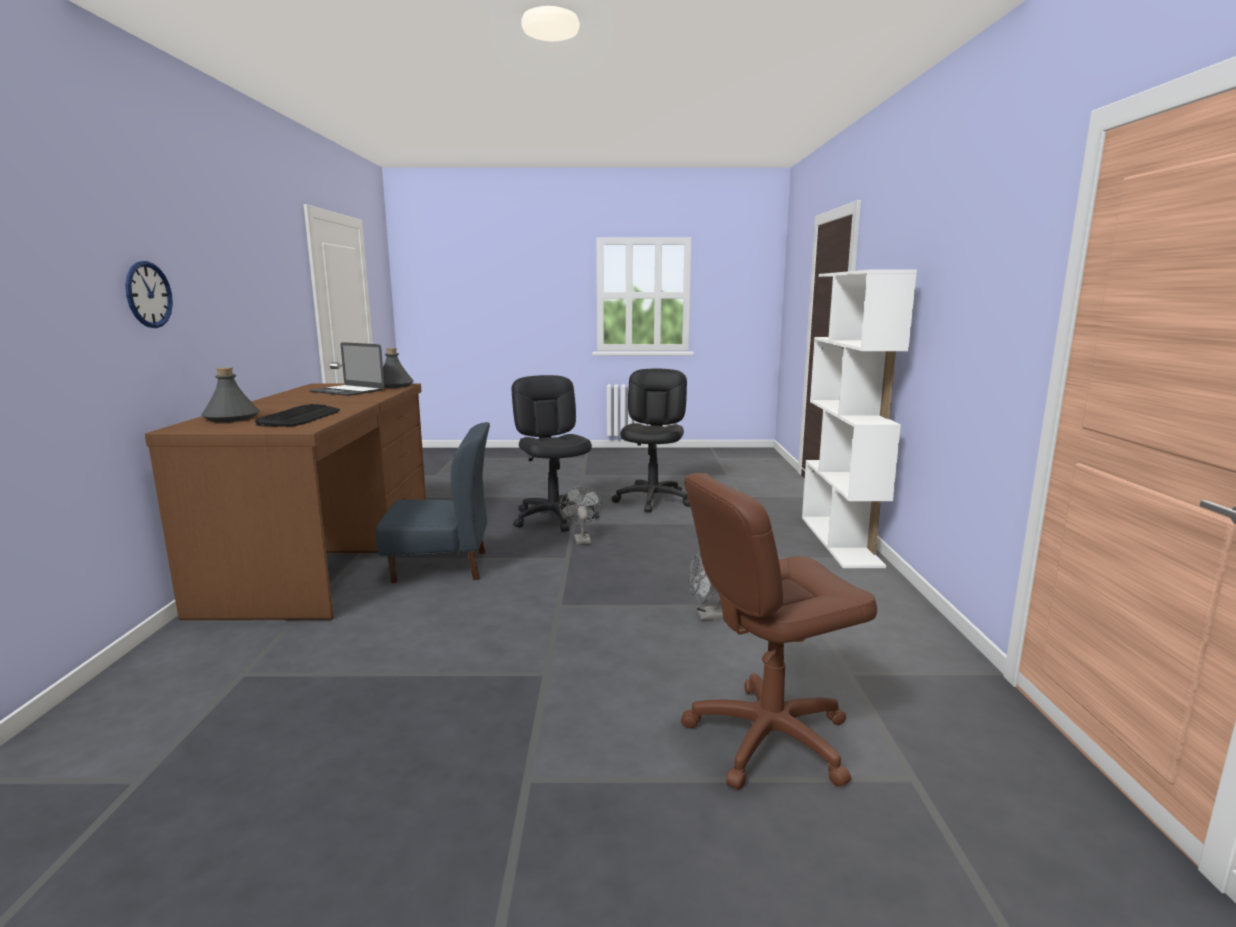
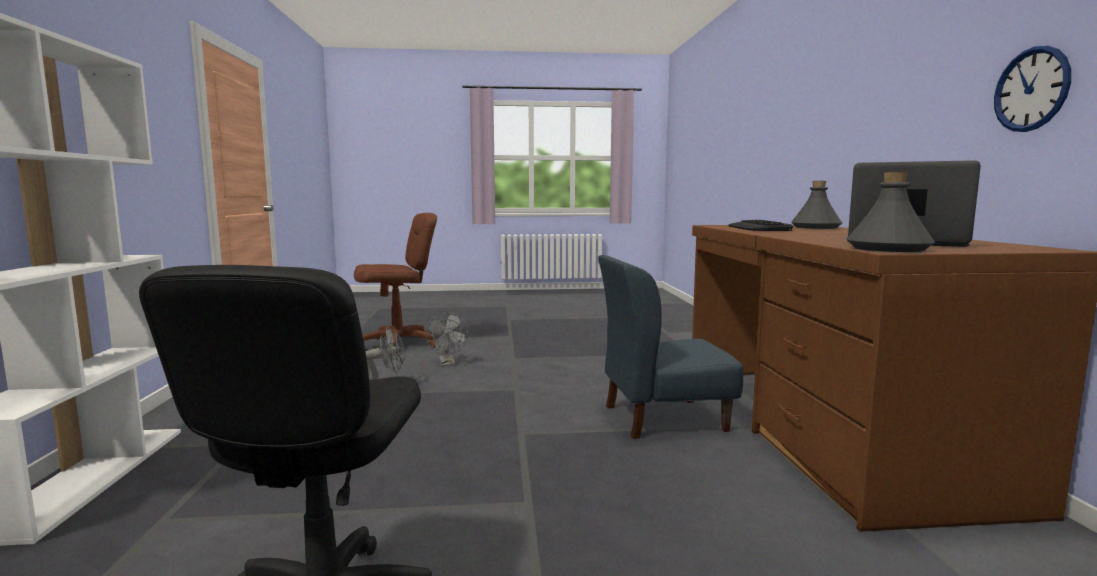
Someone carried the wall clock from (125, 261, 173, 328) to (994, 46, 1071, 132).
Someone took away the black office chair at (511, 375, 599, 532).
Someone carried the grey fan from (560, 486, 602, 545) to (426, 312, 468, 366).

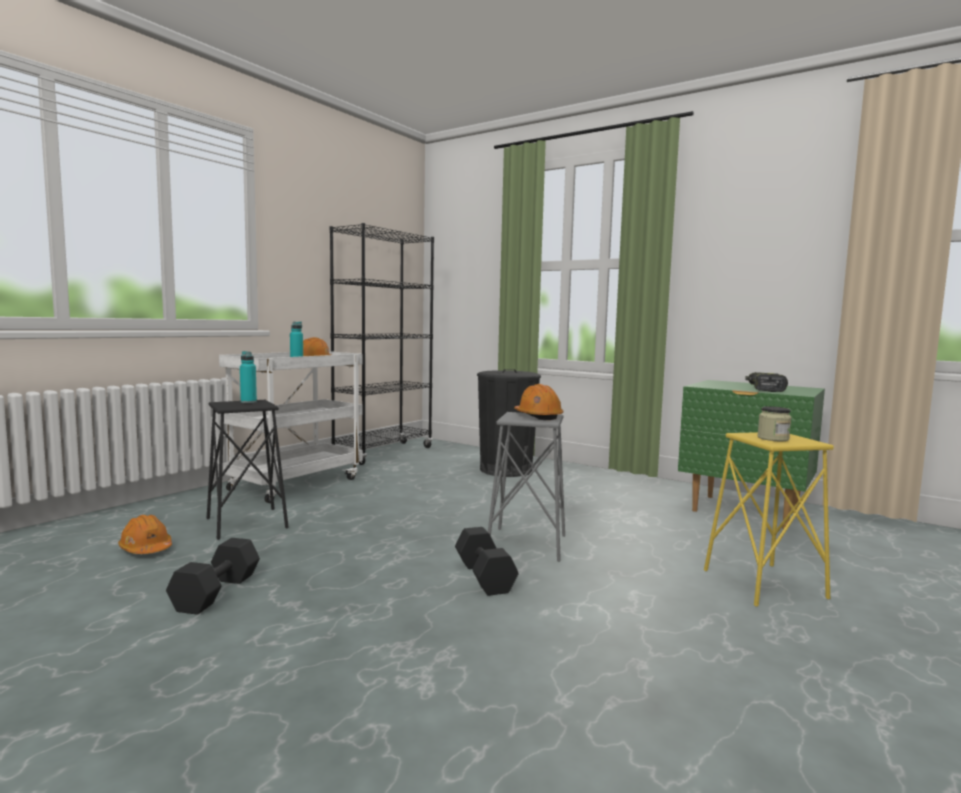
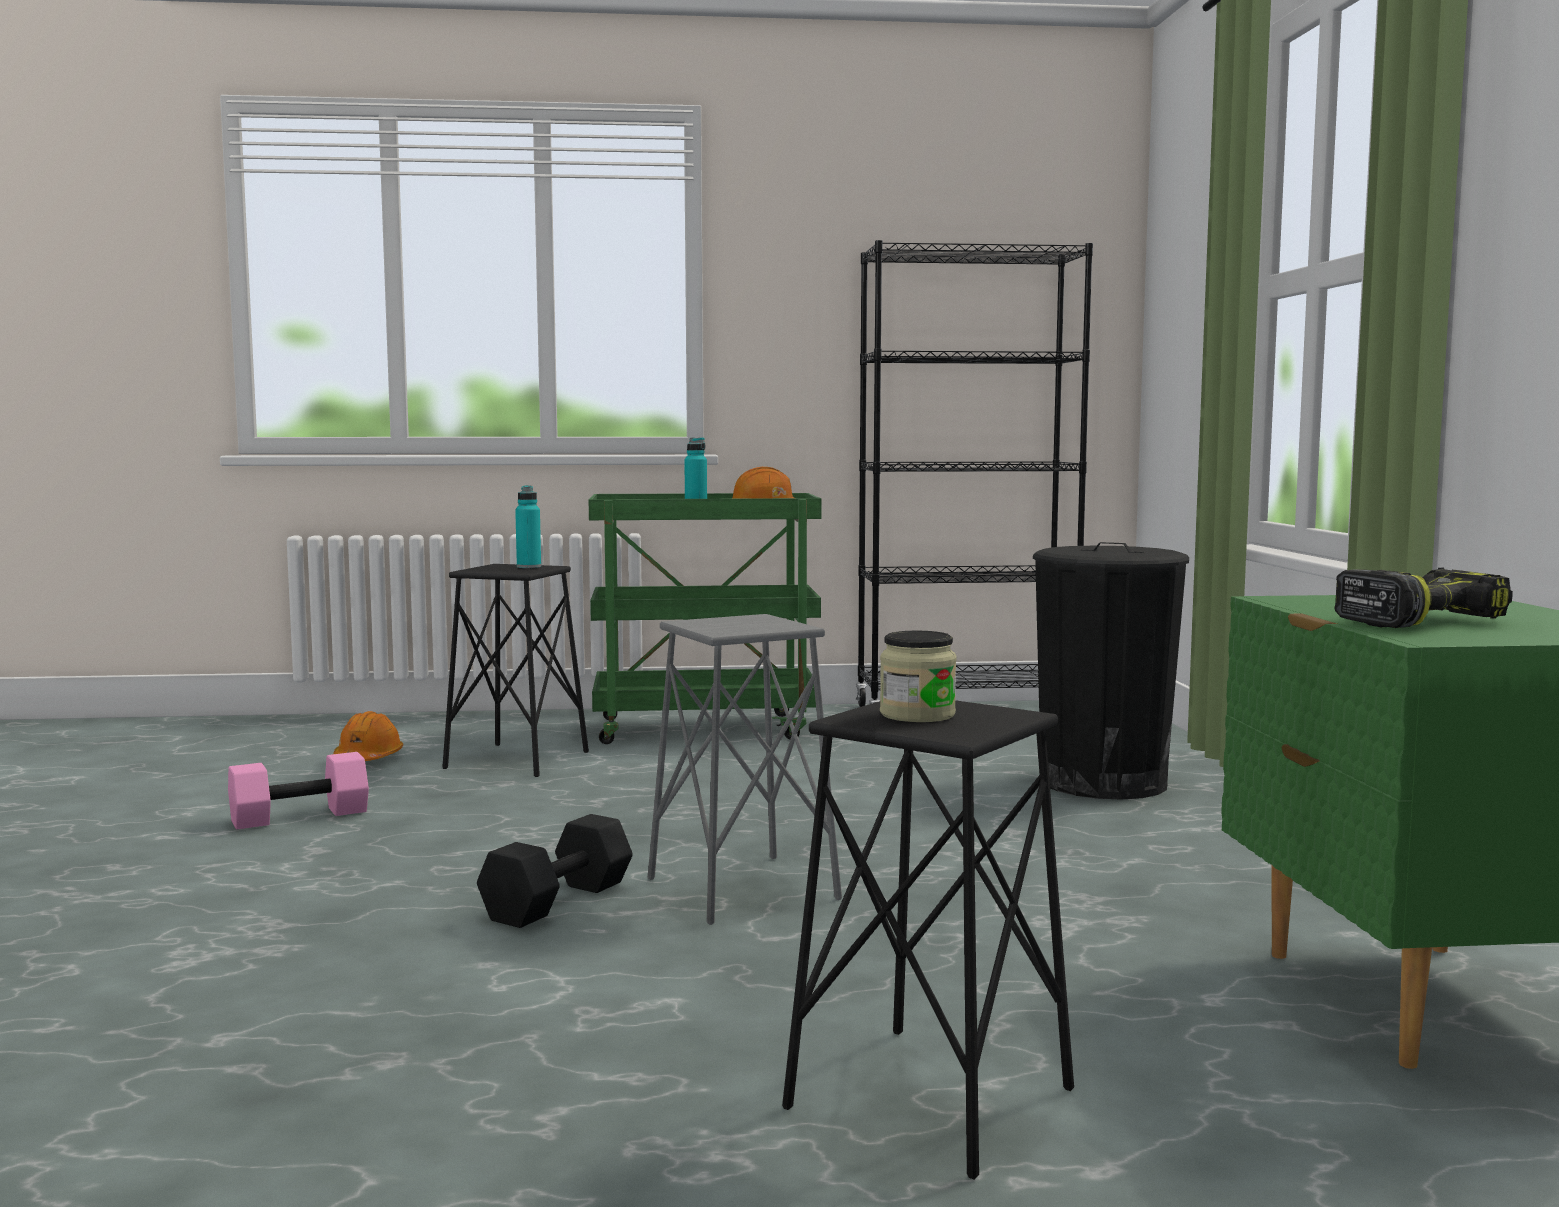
Someone repainted the black dumbbell at (166, 538, 260, 615), which became the pink dumbbell at (228, 752, 369, 829).
Someone repainted the white cart at (219, 351, 363, 503), which became the green cart at (589, 493, 821, 744).
Someone took away the orange hard hat at (514, 384, 563, 420).
Someone repainted the yellow stool at (704, 432, 834, 607), which became the black stool at (782, 700, 1074, 1179).

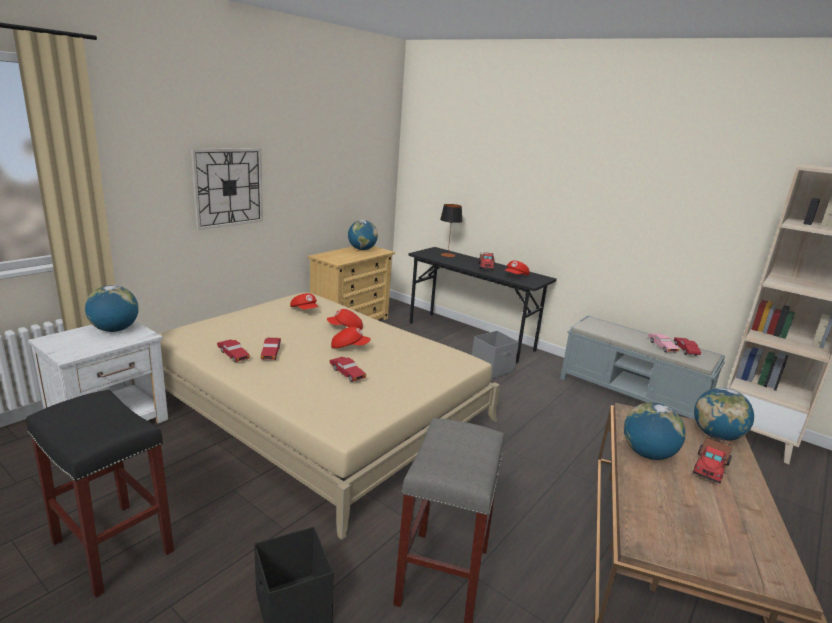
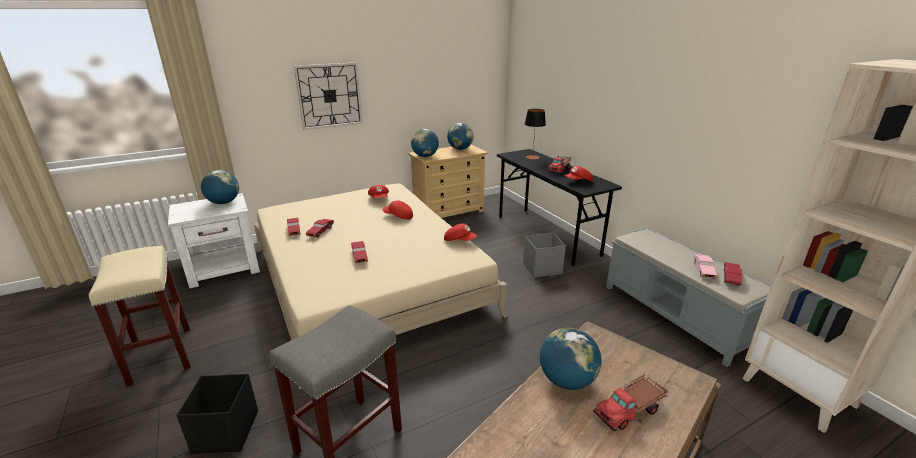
Someone repainted the black stool at (26, 389, 174, 598), which became the beige stool at (89, 246, 191, 387).
Someone carried the red cap from (331, 327, 371, 348) to (444, 223, 477, 241).
Someone carried the globe from (694, 388, 754, 441) to (411, 129, 439, 157).

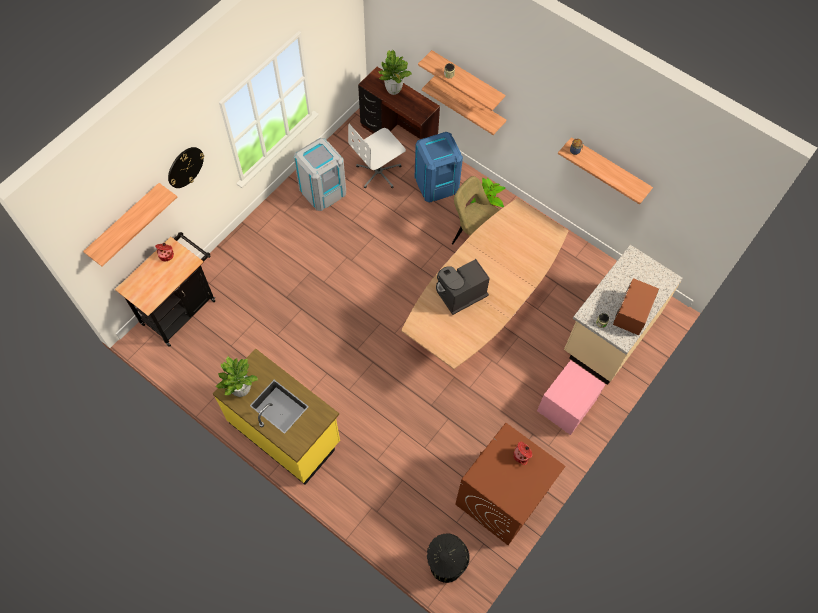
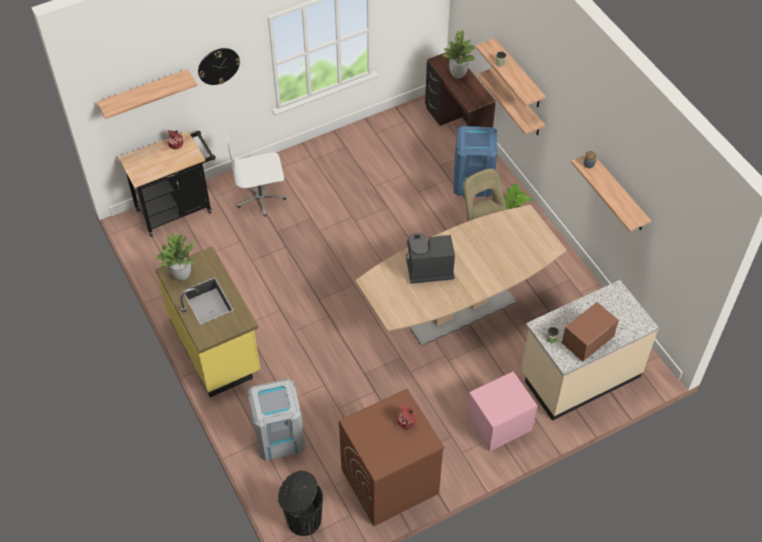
Someone carried the grey trash can from (294, 138, 346, 211) to (247, 379, 305, 461).
Someone carried the white office chair from (348, 124, 406, 188) to (227, 132, 286, 217).

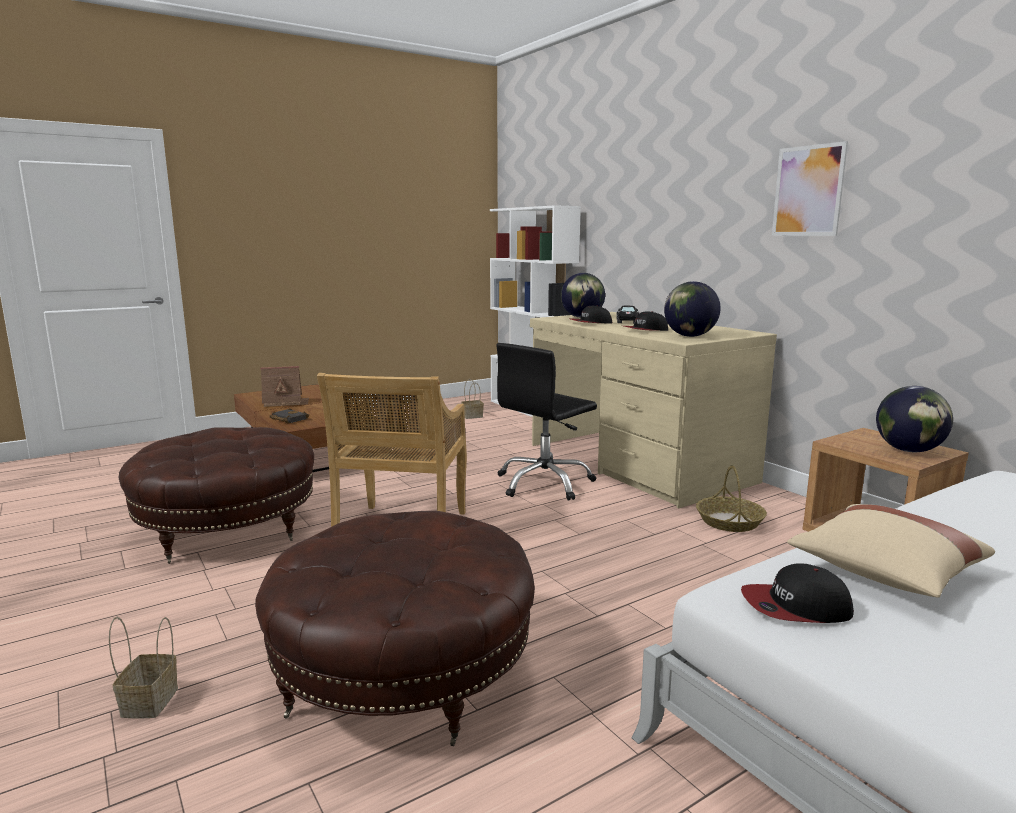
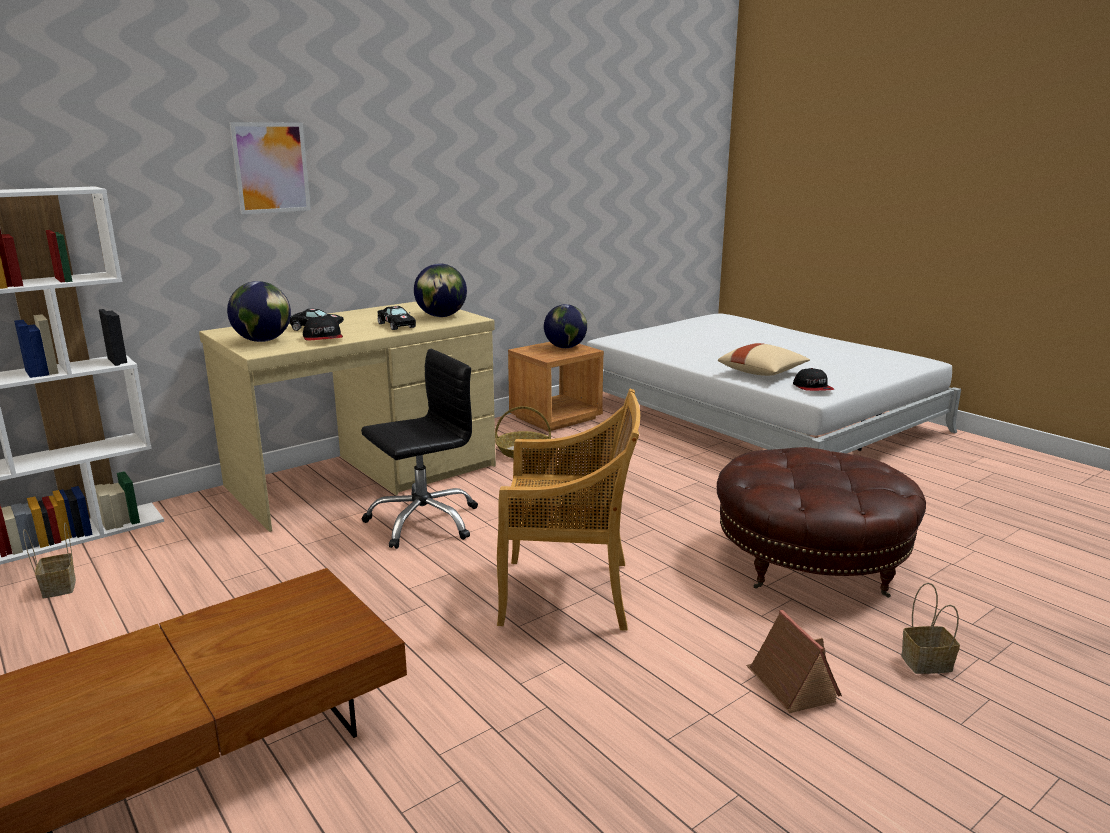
Someone took away the brown ottoman at (119, 427, 314, 564).
Someone carried the toy house from (260, 366, 309, 407) to (746, 610, 842, 713).
Someone took away the black book at (269, 408, 309, 423).
Someone rotated the black office chair at (496, 343, 597, 501) by 75 degrees counterclockwise.
Someone swapped the cap at (624, 311, 668, 331) for the black toy car at (377, 306, 416, 330).
Someone carried the picture from (772, 141, 848, 236) to (229, 122, 311, 214).

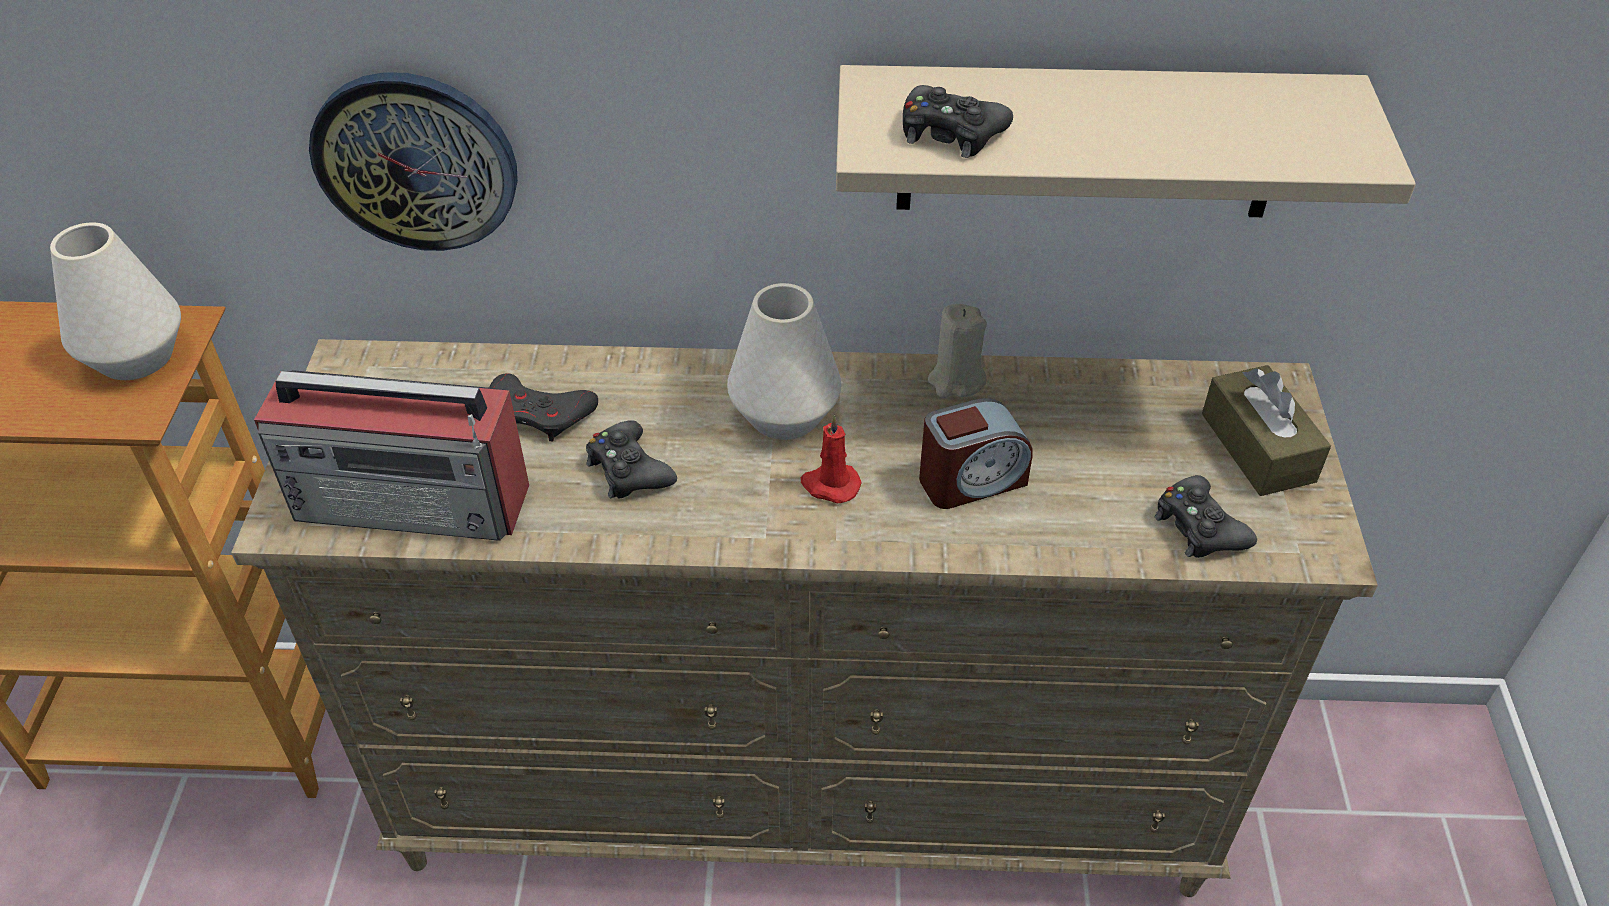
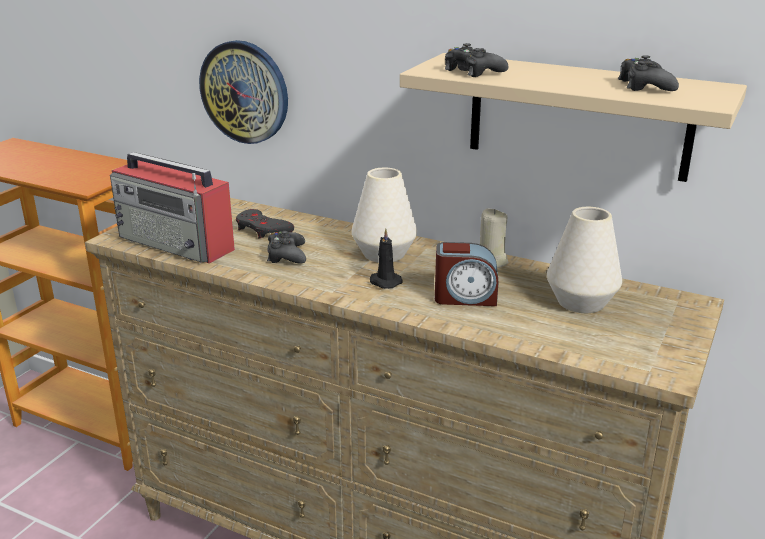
Someone carried the white vase from (50, 222, 181, 380) to (547, 207, 622, 313).
Someone repainted the red candle at (801, 415, 862, 503), which became the black candle at (370, 228, 403, 289).
Someone carried the black game controller from (1154, 475, 1257, 558) to (618, 55, 679, 91).
Someone took away the brown tissue box at (1202, 365, 1331, 496).

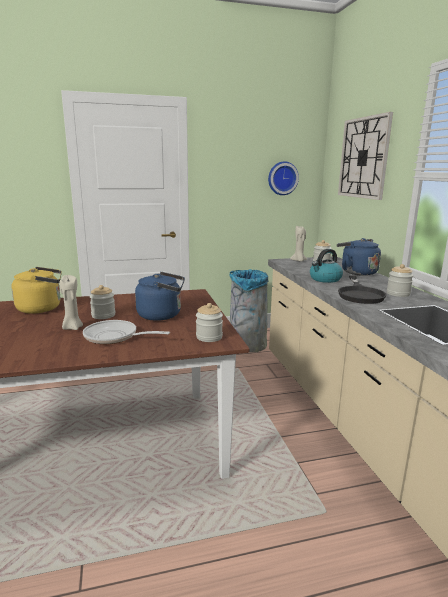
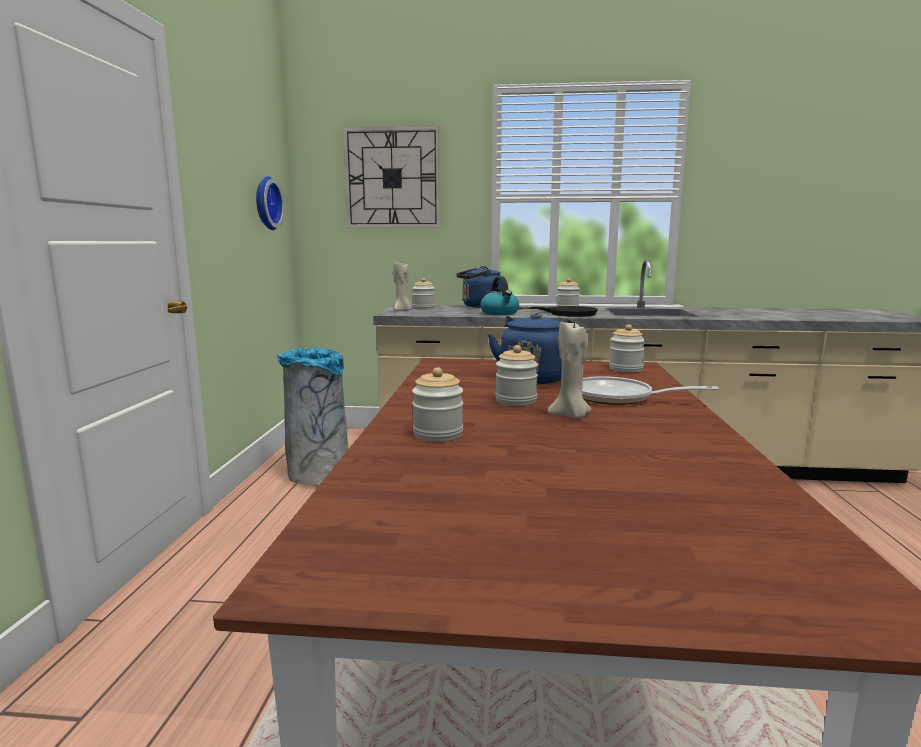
Someone swapped the yellow kettle at (11, 267, 62, 314) for the jar at (412, 367, 463, 442).
Someone rotated the frying pan at (83, 320, 170, 344) by 75 degrees clockwise.

